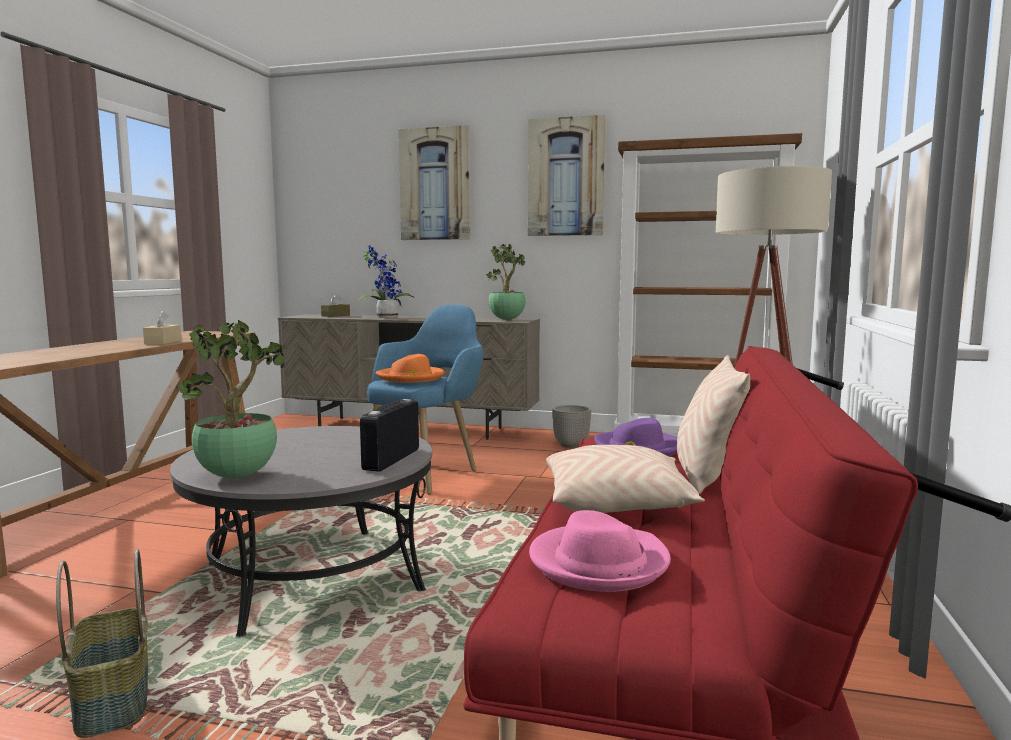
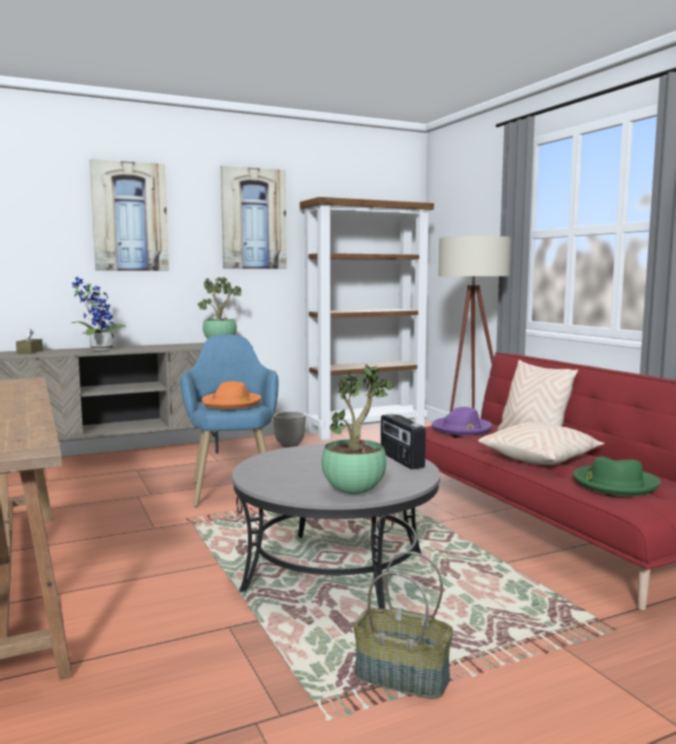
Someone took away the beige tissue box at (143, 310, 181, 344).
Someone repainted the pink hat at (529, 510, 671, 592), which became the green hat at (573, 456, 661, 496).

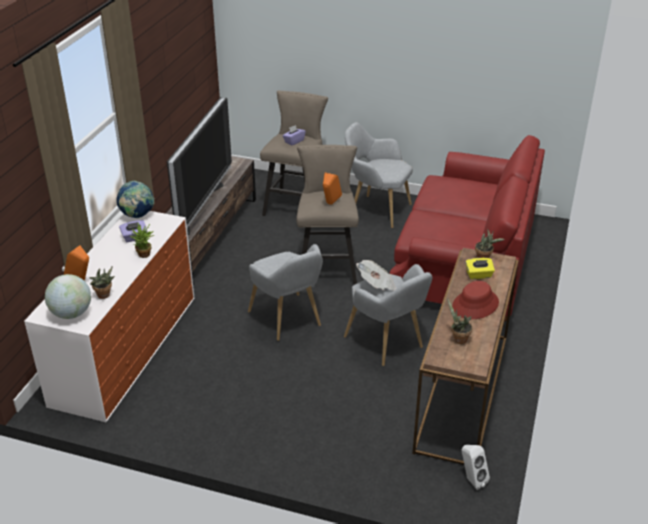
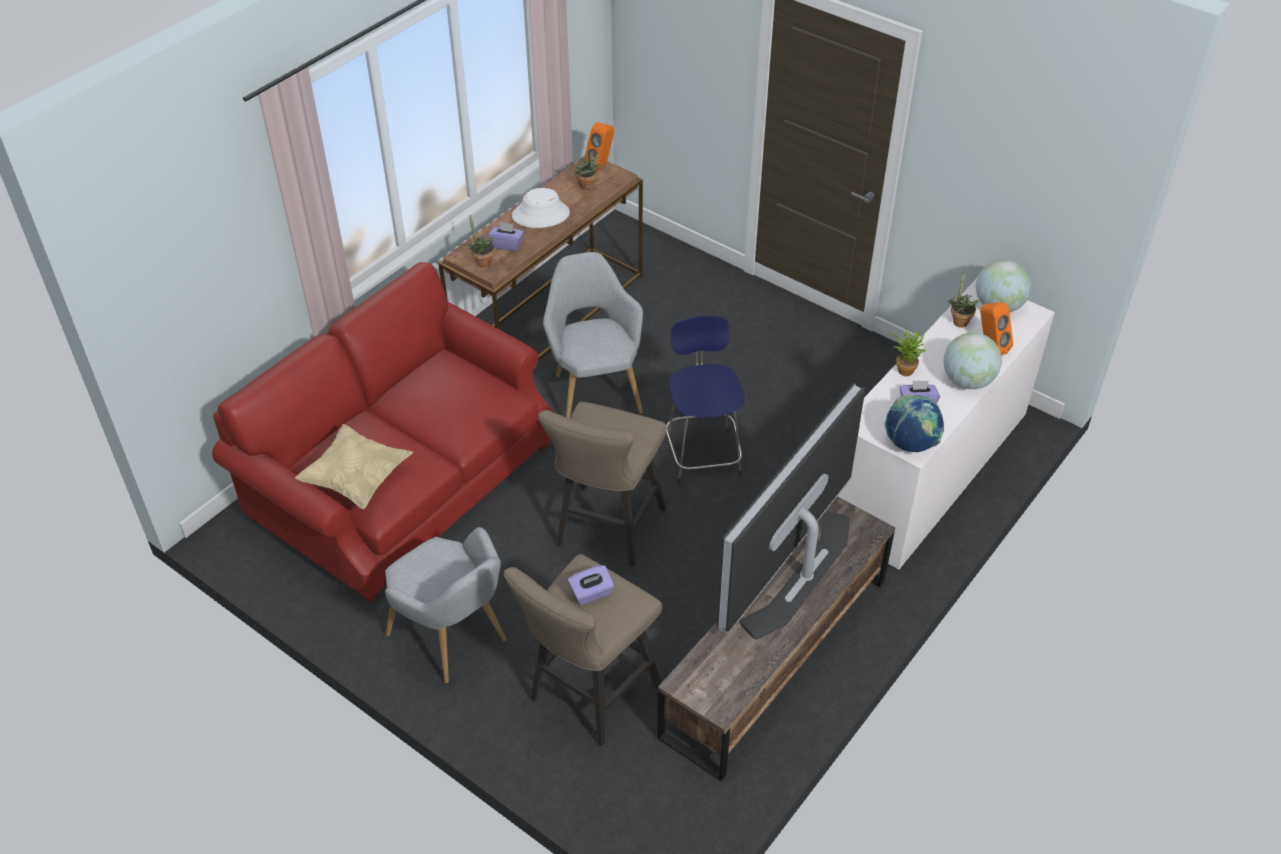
Someone swapped the grey armchair at (248, 244, 323, 341) for the blue stool at (666, 316, 745, 485).
Someone carried the orange speaker from (323, 173, 342, 205) to (585, 122, 615, 171).
Someone took away the newspaper at (356, 260, 397, 291).
Someone repainted the red hat at (452, 281, 499, 319), which became the white hat at (512, 188, 570, 228).
Someone took away the white speaker at (462, 445, 490, 490).
Someone repainted the yellow tissue box at (465, 258, 495, 279), which became the purple tissue box at (488, 222, 524, 251).
Someone put down the beige pillow at (295, 424, 413, 509).
Someone put down the globe at (943, 332, 1002, 389).

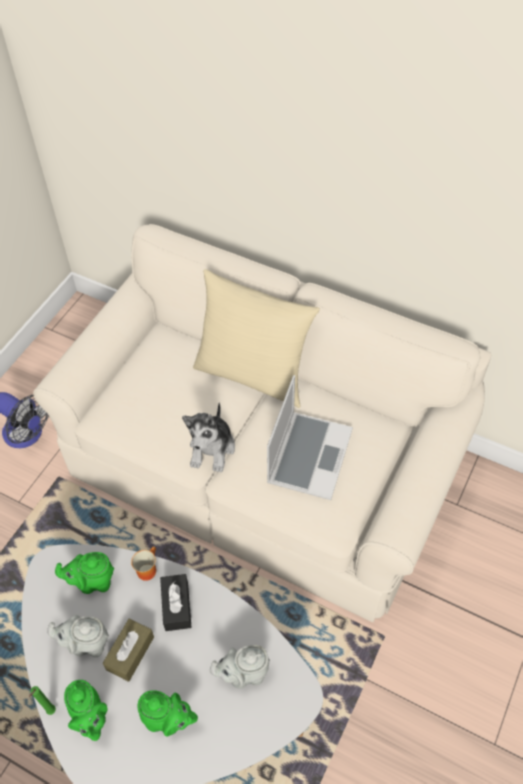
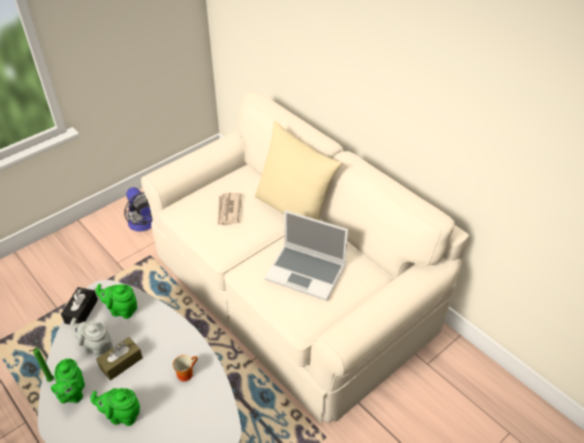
Someone carried the mug from (131, 547, 156, 581) to (173, 355, 198, 382).
Someone rotated the green teapot at (138, 690, 198, 737) by 150 degrees clockwise.
Someone carried the black tissue box from (160, 574, 191, 631) to (61, 287, 98, 325).
Someone took away the plush toy at (182, 402, 235, 473).
Someone took away the grey teapot at (210, 645, 270, 689).
Someone rotated the laptop at (267, 375, 353, 500) by 75 degrees clockwise.
Someone put down the newspaper at (218, 193, 242, 225).

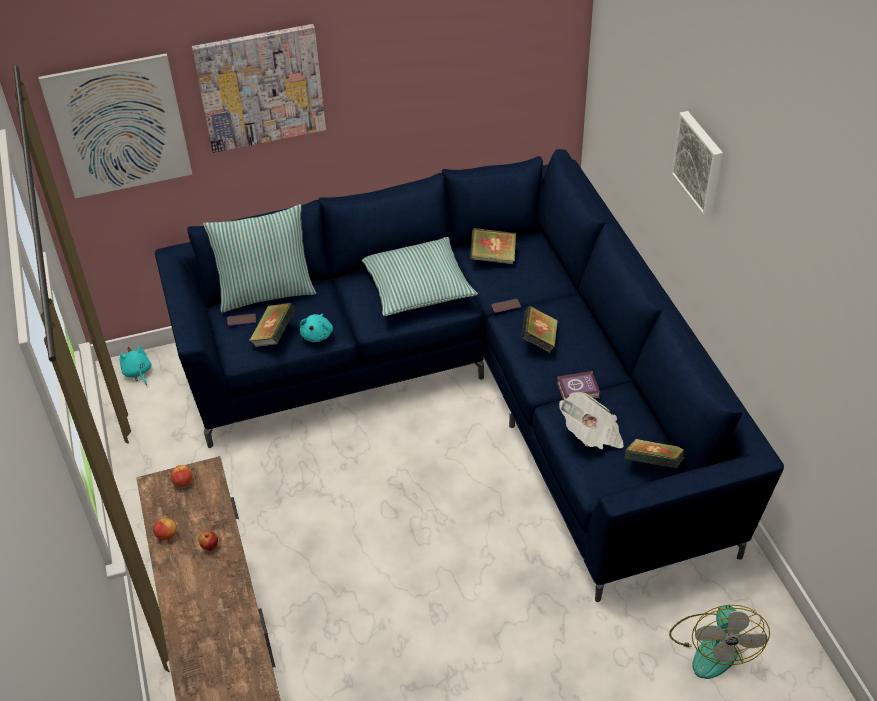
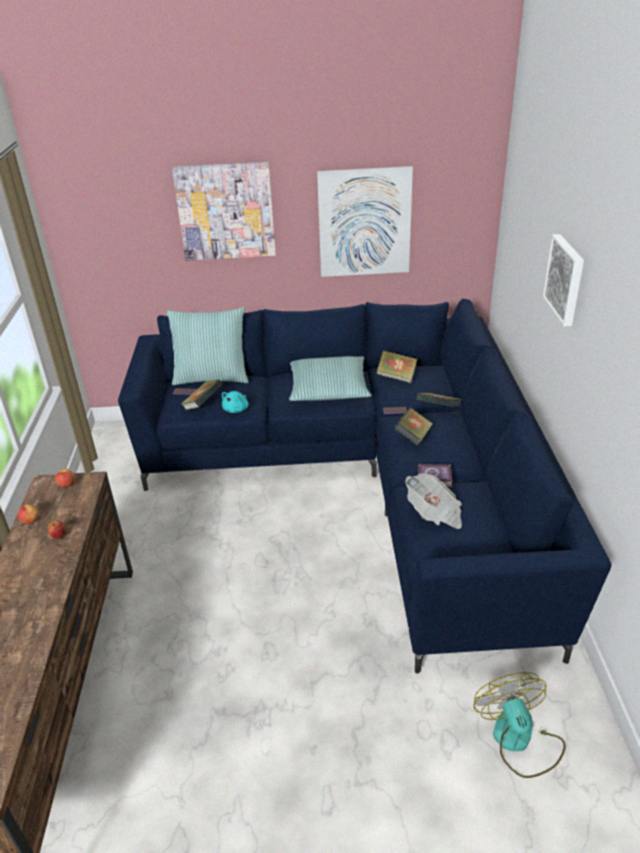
Someone carried the picture from (38, 53, 192, 199) to (317, 166, 413, 277).
Someone took away the turquoise plush toy at (120, 346, 151, 385).
Someone carried the book from (625, 439, 684, 468) to (416, 393, 461, 407).
Someone rotated the fan at (669, 605, 770, 679) by 150 degrees clockwise.

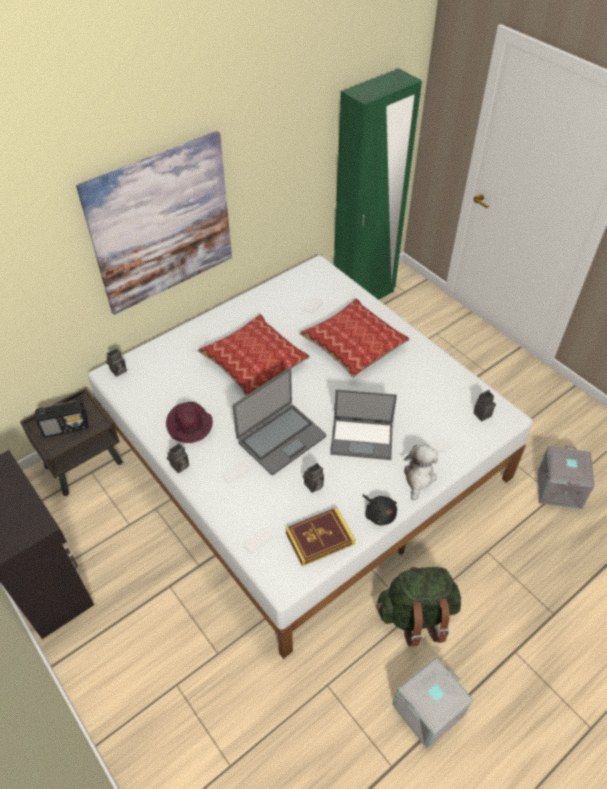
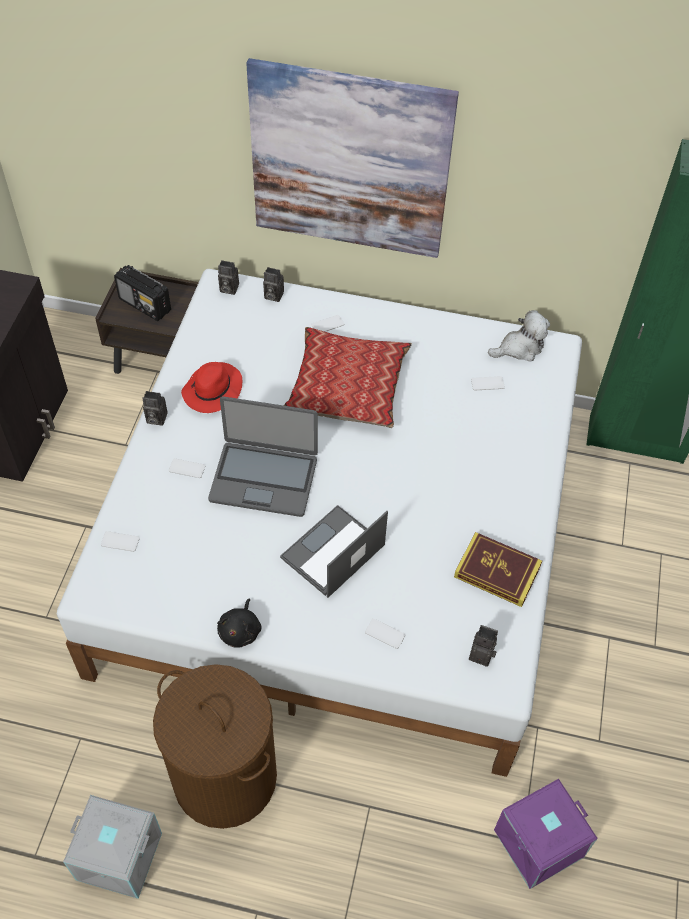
Someone repainted the purple hat at (166, 402, 213, 443), which became the red hat at (181, 362, 243, 413).
Someone carried the book from (285, 507, 355, 566) to (454, 532, 542, 607).
Someone took away the pillow at (299, 298, 410, 378).
Someone carried the photo camera from (303, 463, 324, 493) to (263, 267, 284, 302).
Someone rotated the laptop at (330, 389, 397, 460) by 75 degrees clockwise.
Someone swapped the green backpack at (376, 566, 461, 646) for the brown laundry basket at (153, 664, 277, 829).
Someone carried the plush toy from (404, 444, 438, 500) to (488, 310, 550, 362).
Someone repainted the grey storage box at (537, 446, 594, 510), which became the purple storage box at (494, 779, 598, 889).

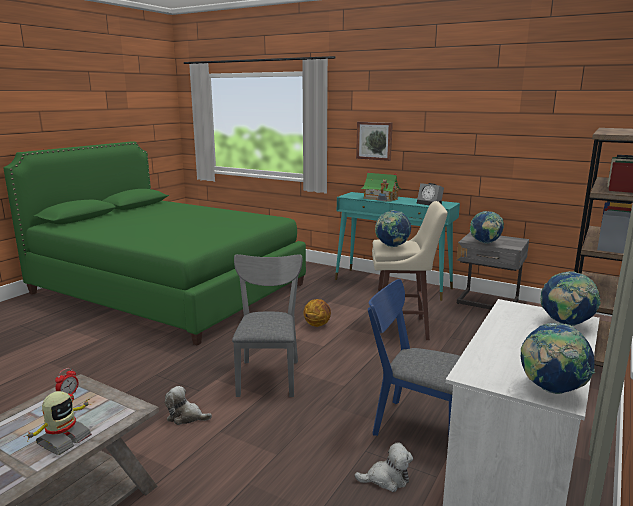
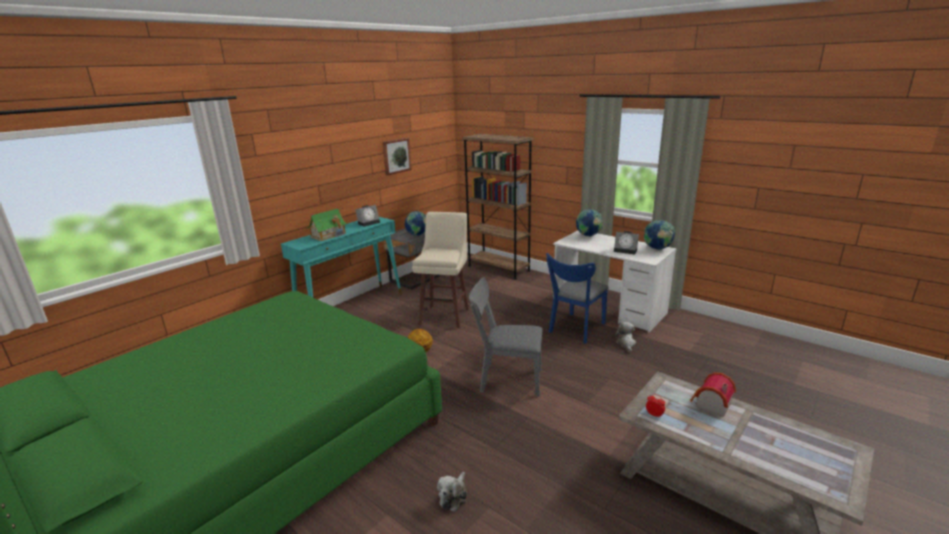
Someone swapped the toy robot at (26, 391, 92, 455) for the toy house at (690, 372, 736, 417).
Someone carried the plush toy from (165, 386, 212, 425) to (437, 472, 467, 512).
Someone carried the picture from (356, 122, 393, 161) to (382, 138, 412, 175).
Someone took away the globe at (375, 210, 411, 247).
Someone put down the alarm clock at (614, 231, 639, 255).

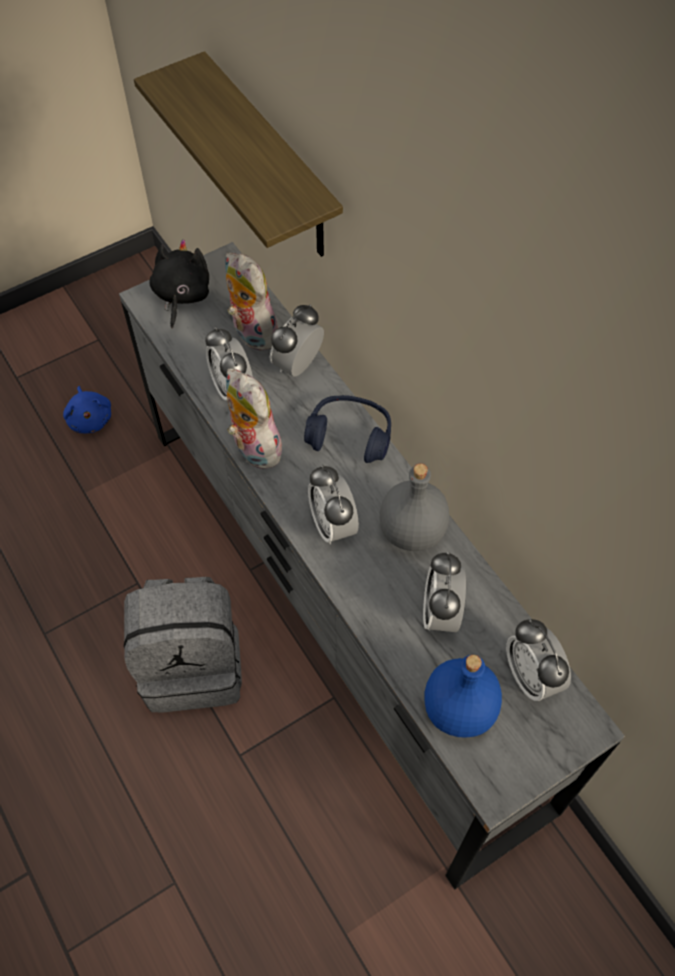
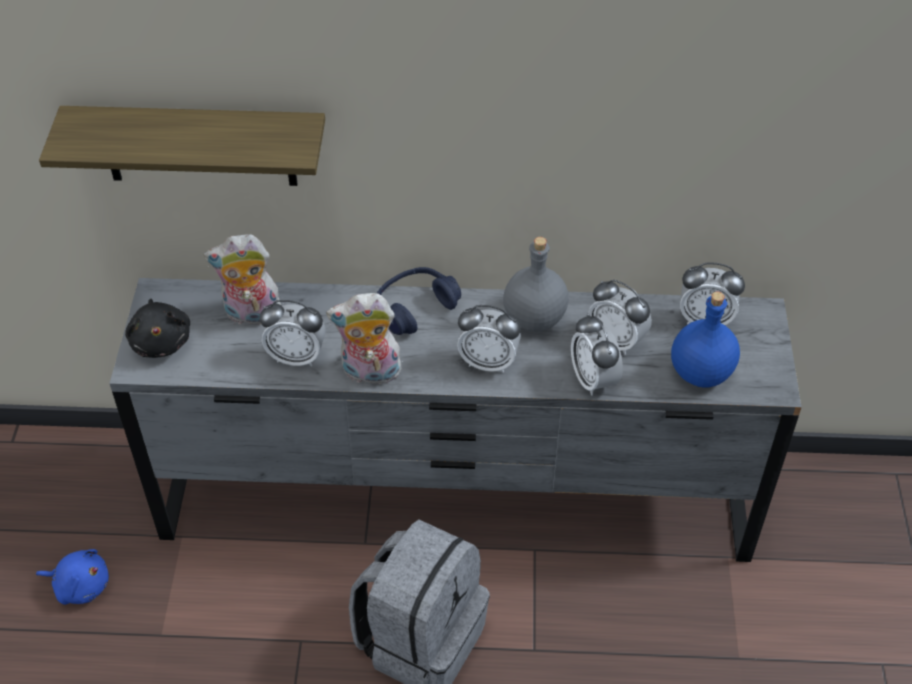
Someone rotated the black plush toy at (149, 239, 209, 329) by 150 degrees counterclockwise.
Someone carried the alarm clock from (270, 304, 324, 377) to (571, 314, 623, 396).

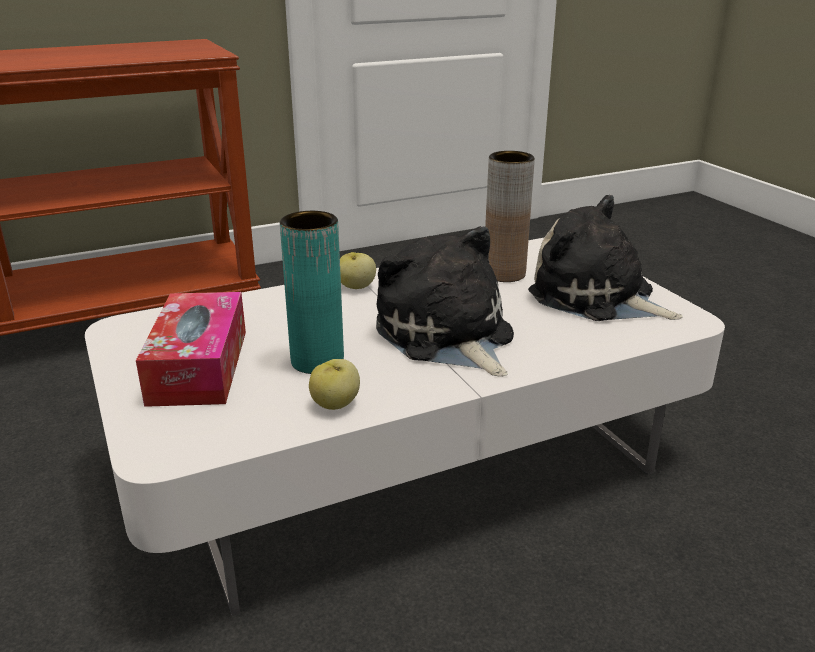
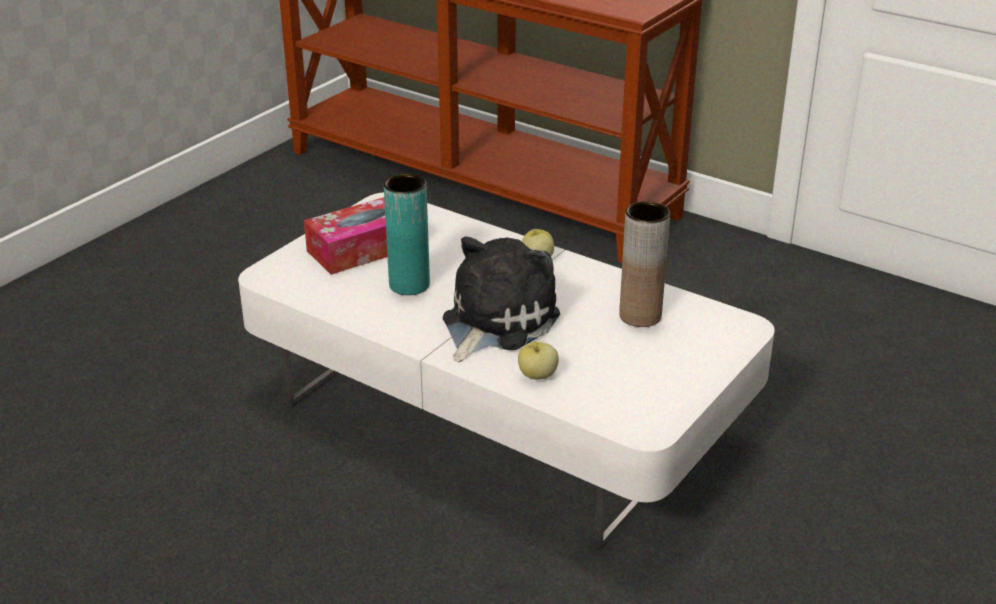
Someone carried the apple from (309, 359, 360, 410) to (518, 341, 559, 380).
Someone took away the plush toy at (528, 195, 683, 321).

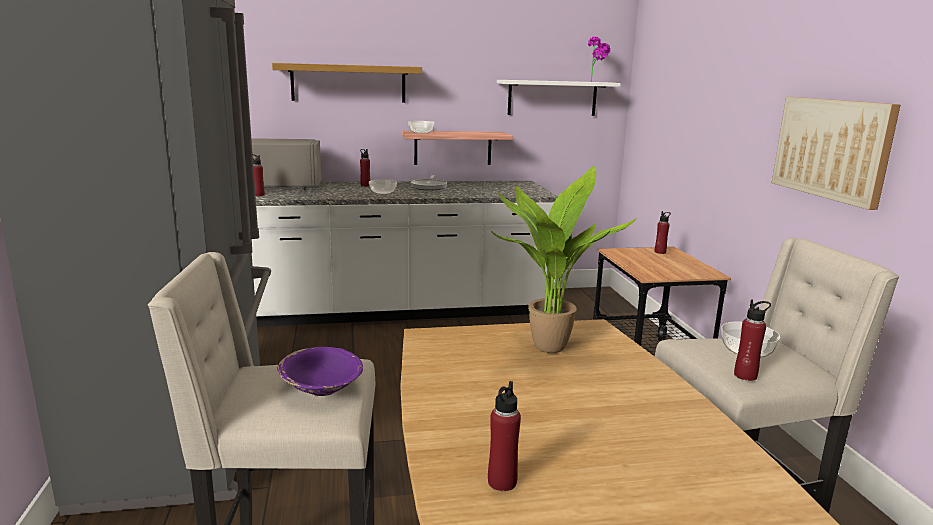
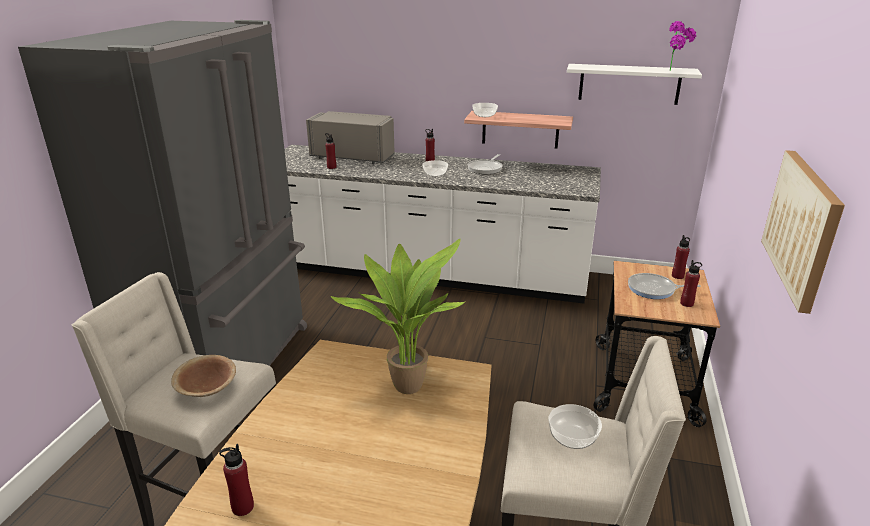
Someone took away the shelf at (272, 63, 422, 103).
Someone repainted the purple bowl at (278, 347, 363, 396), which became the brown bowl at (171, 355, 236, 397).
Someone carried the red bottle from (734, 299, 771, 381) to (680, 260, 702, 307).
Someone put down the frying pan at (628, 273, 701, 299).

